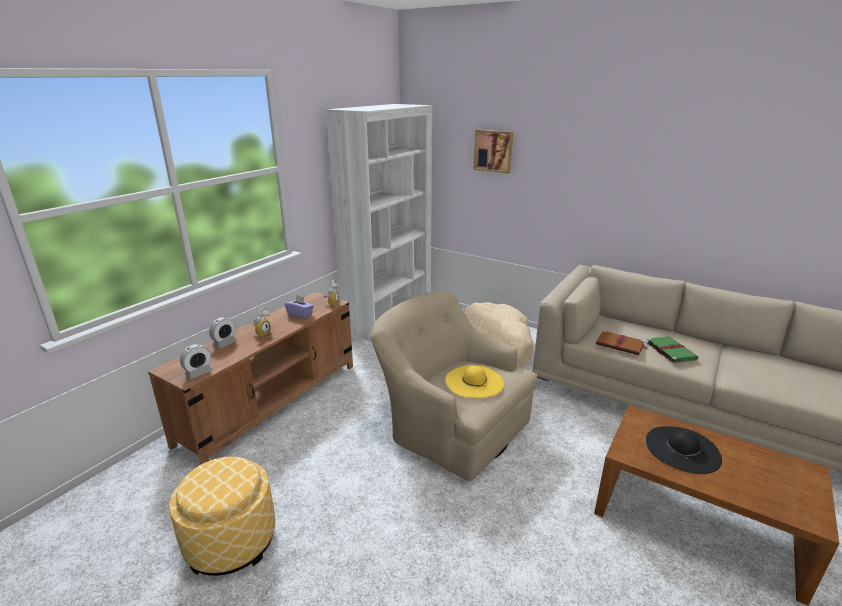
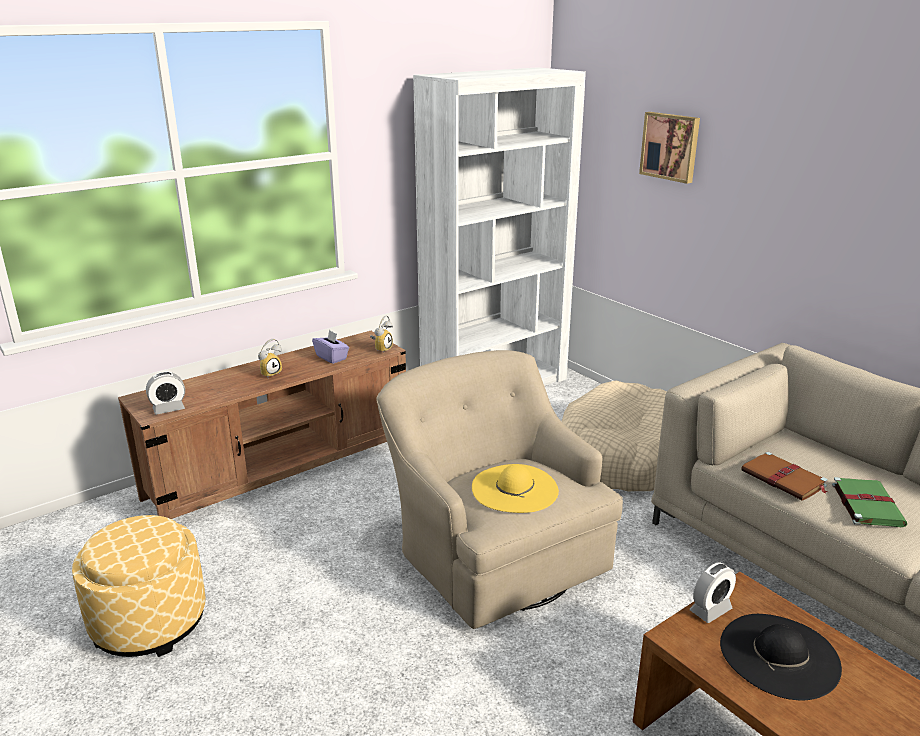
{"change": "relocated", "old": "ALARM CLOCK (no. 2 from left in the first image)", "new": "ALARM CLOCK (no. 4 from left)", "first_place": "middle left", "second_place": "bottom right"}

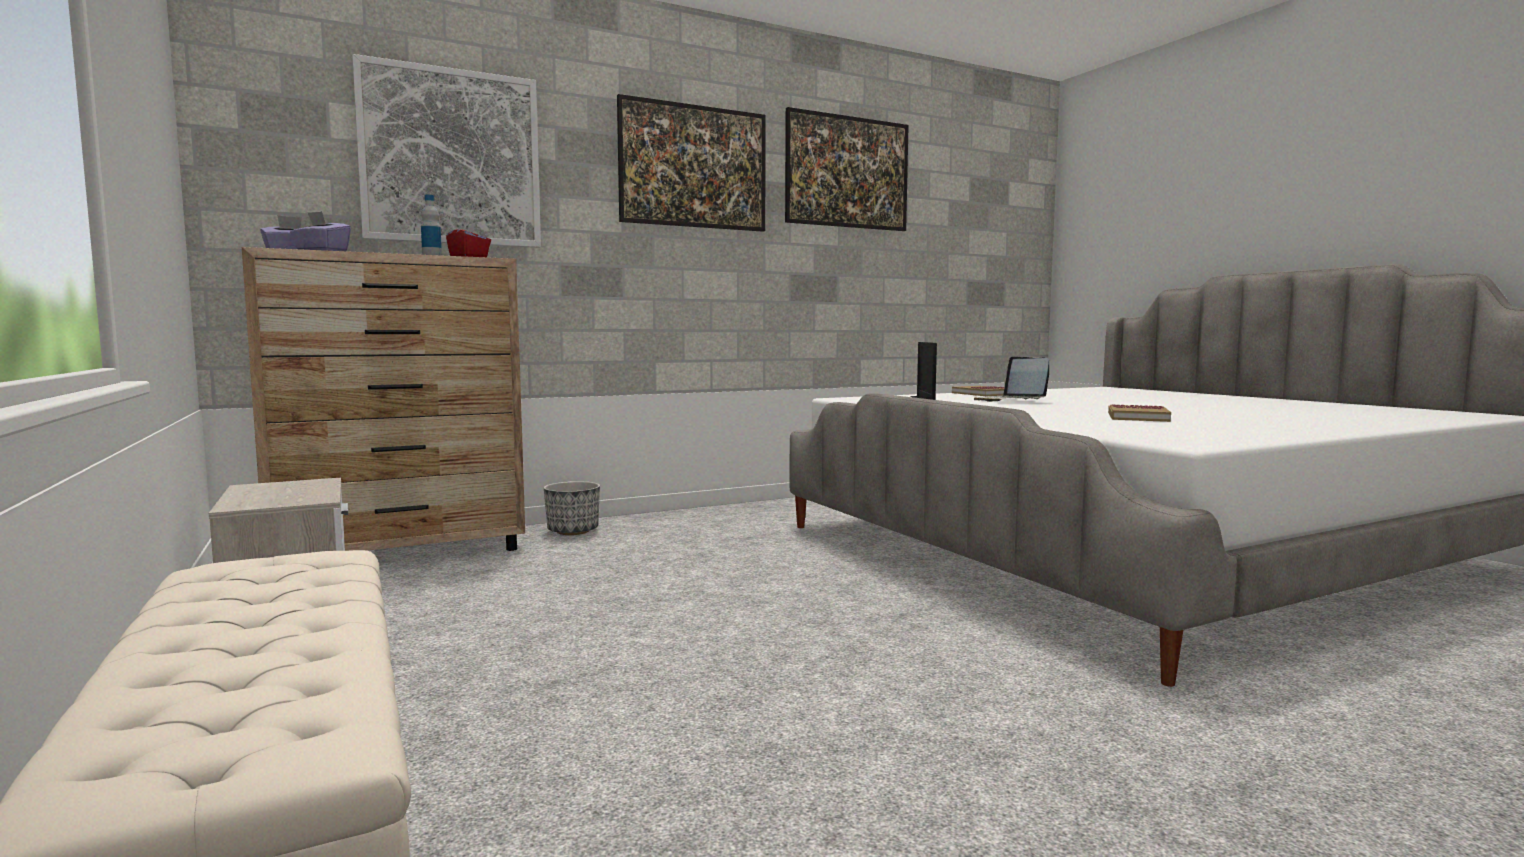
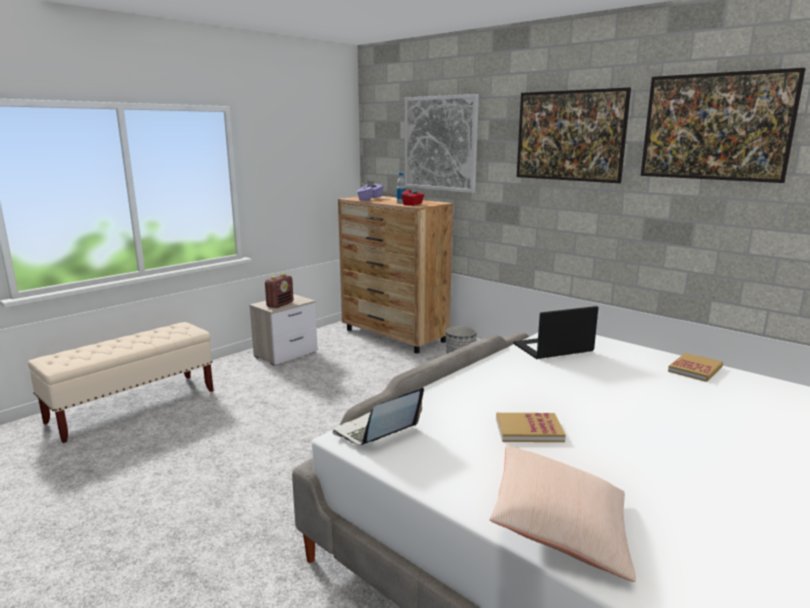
{"change": "appeared", "new": "RADIO", "second_place": "centre"}
{"change": "relocated", "old": "LAPTOP (no. 2 from left in the first image)", "new": "LAPTOP (no. 1 from left)", "first_place": "centre", "second_place": "bottom centre"}
{"change": "appeared", "new": "BEIGE PILLOW", "second_place": "bottom right"}

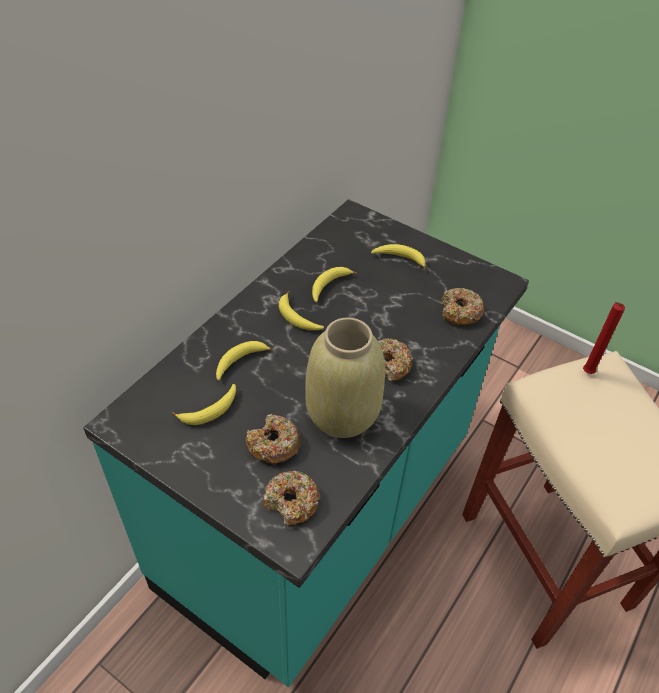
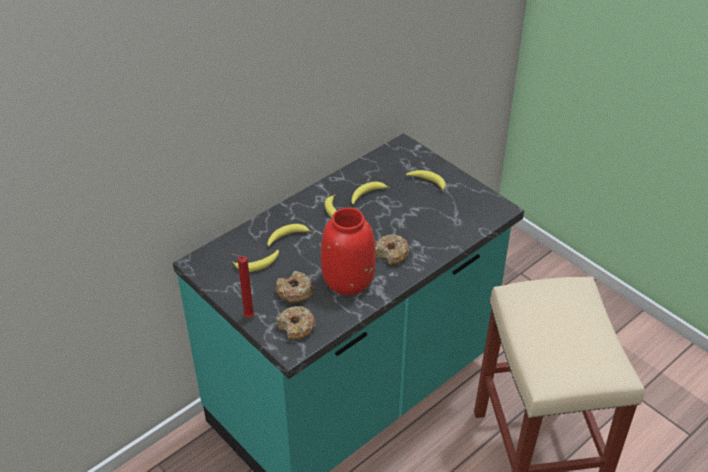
{"change": "relocated", "old": "RED CANDLE", "first_place": "middle right", "second_place": "centre"}
{"change": "colour", "old": "BEIGE VASE", "new": "RED VASE", "first_place": "centre", "second_place": "centre"}
{"change": "missing", "old": "DONUT (no. 4 from left)", "first_place": "middle right"}

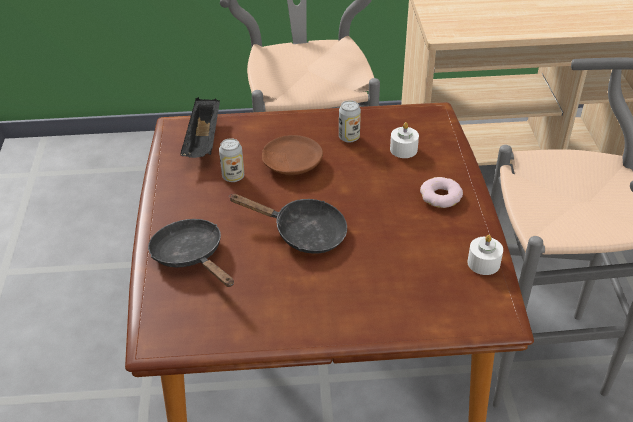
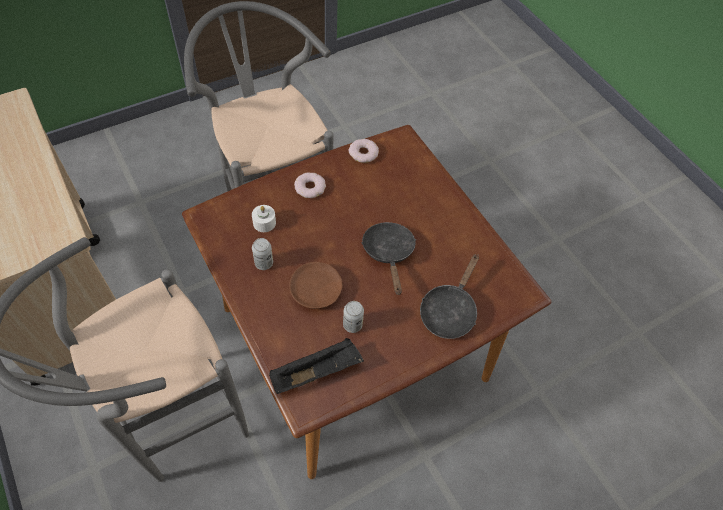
{"change": "exchanged", "old": "WHITE CANDLE (no. 2 from left)", "new": "DONUT (no. 2 from left)", "first_place": "middle right", "second_place": "top centre"}

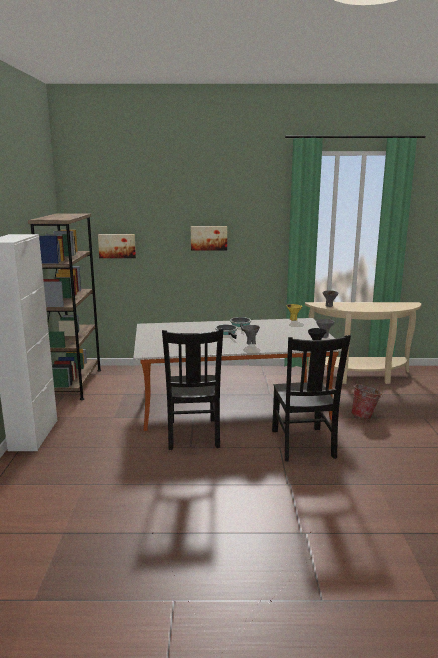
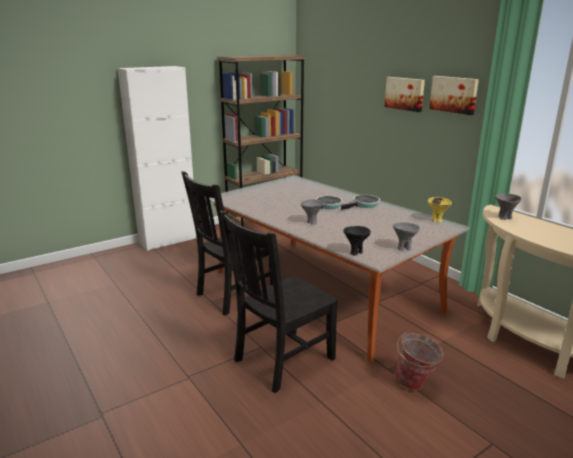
{"change": "relocated", "old": "PICTURE (no. 1 from left in the first image)", "new": "PICTURE (no. 2 from left)", "first_place": "middle left", "second_place": "top right"}

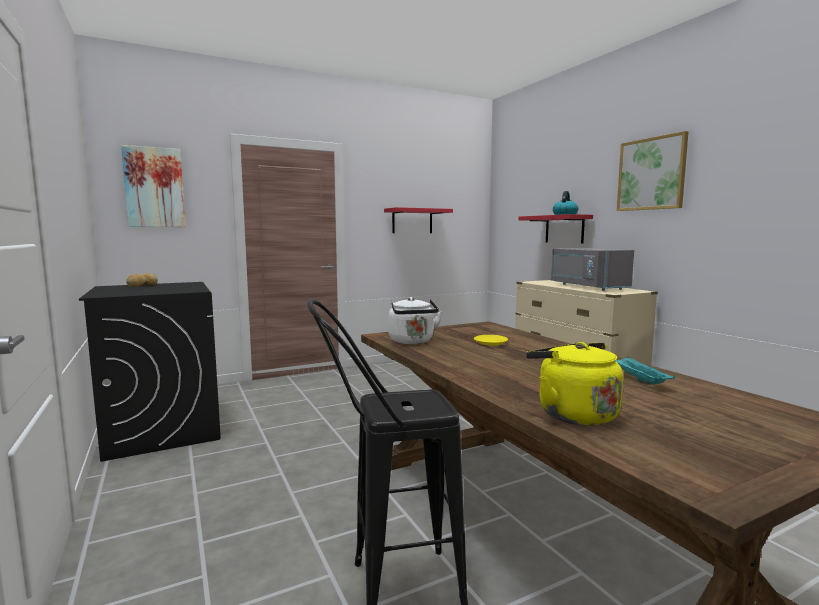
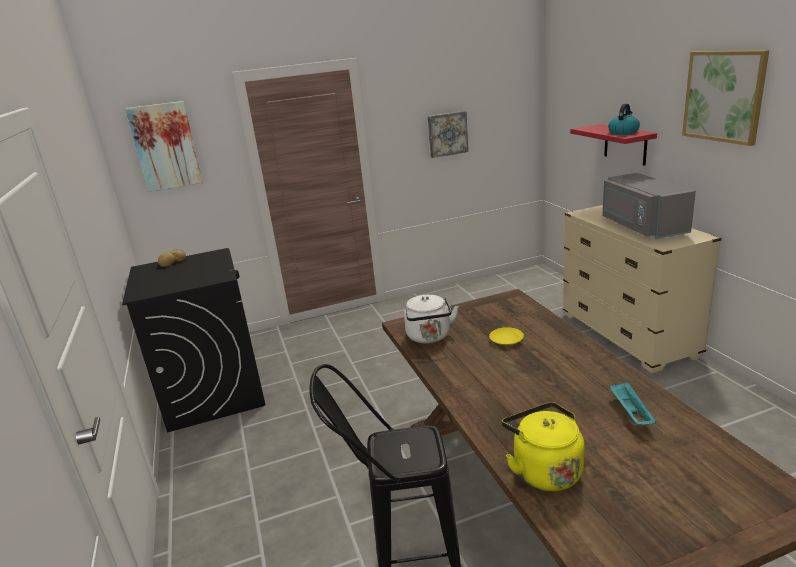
{"change": "exchanged", "old": "RED SHELF (no. 1 from left)", "new": "PICTURE (no. 2 from left)", "first_place": "centre", "second_place": "top centre"}

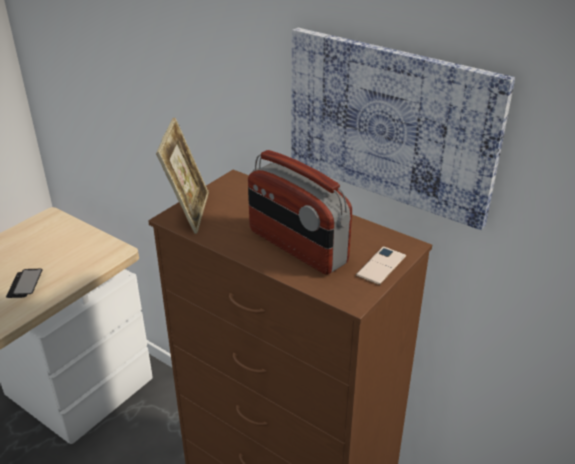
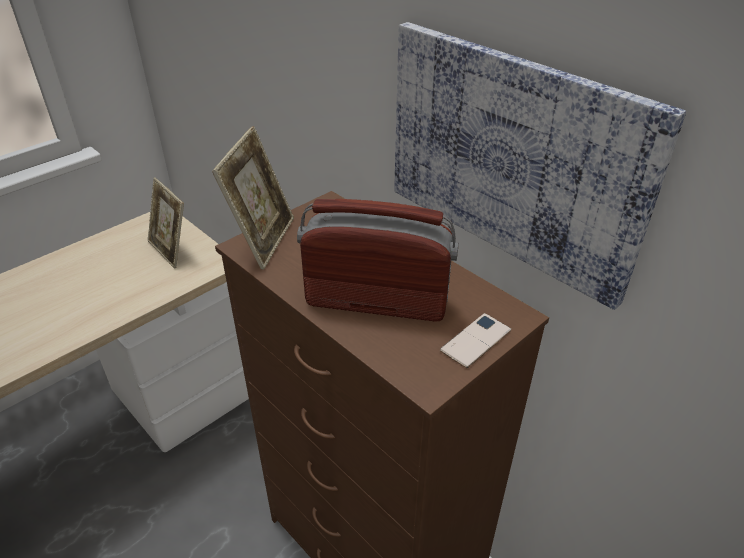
{"change": "appeared", "new": "PICTURE FRAME (no. 1 from left)", "second_place": "middle left"}
{"change": "spun", "old": "RADIO", "first_place": "centre", "second_place": "centre", "degrees": 135}
{"change": "missing", "old": "PHONE (no. 1 from left)", "first_place": "middle left"}

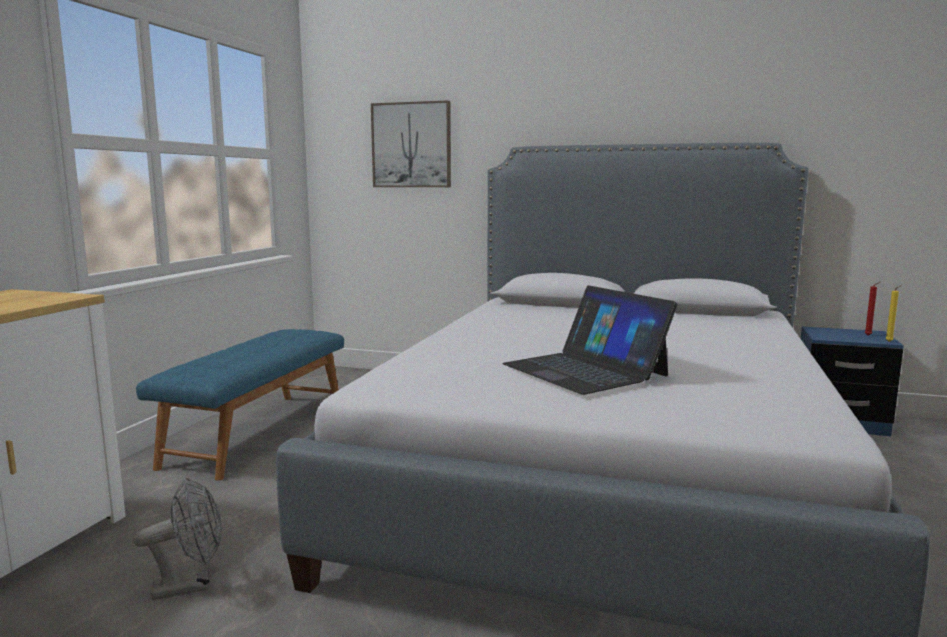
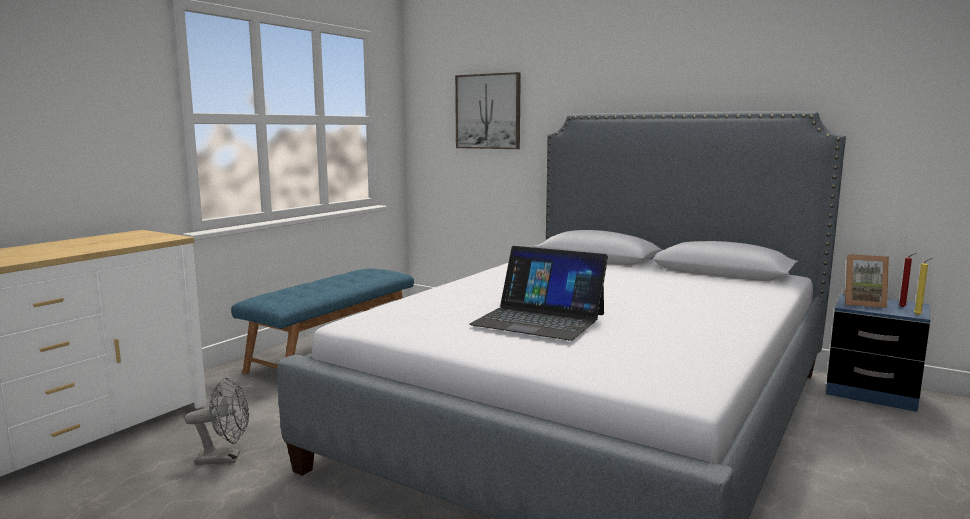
{"change": "spun", "old": "LAPTOP", "first_place": "centre", "second_place": "centre", "degrees": -45}
{"change": "appeared", "new": "PICTURE FRAME", "second_place": "middle right"}

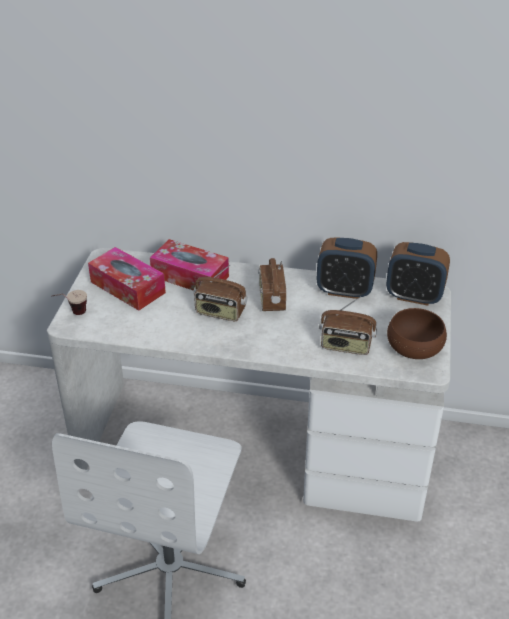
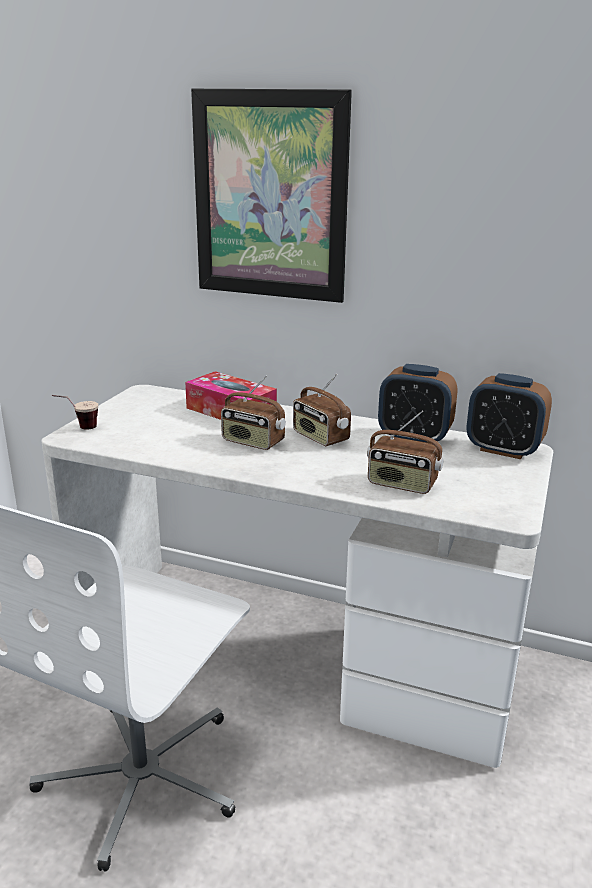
{"change": "appeared", "new": "PICTURE", "second_place": "top centre"}
{"change": "spun", "old": "RADIO (no. 2 from left)", "first_place": "centre", "second_place": "centre", "degrees": -45}
{"change": "missing", "old": "TISSUE BOX (no. 1 from left)", "first_place": "middle left"}
{"change": "missing", "old": "BROWN BOWL", "first_place": "middle right"}

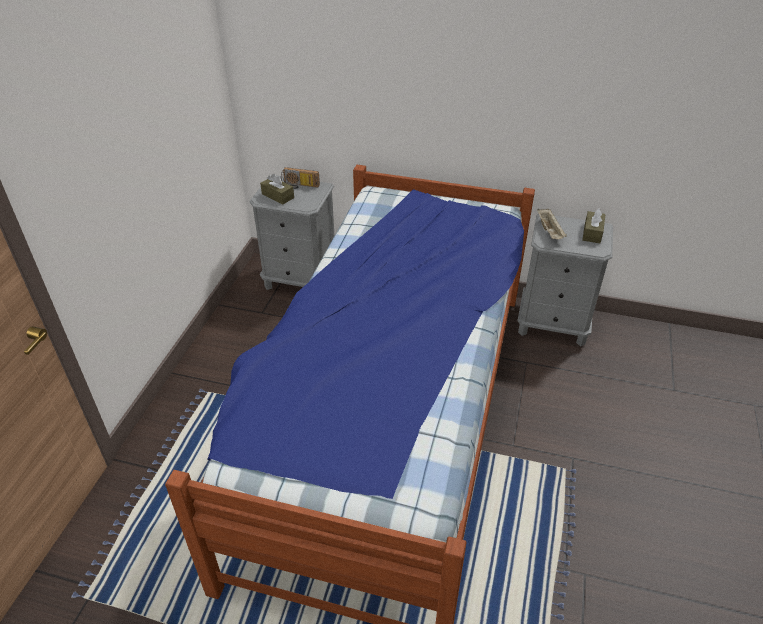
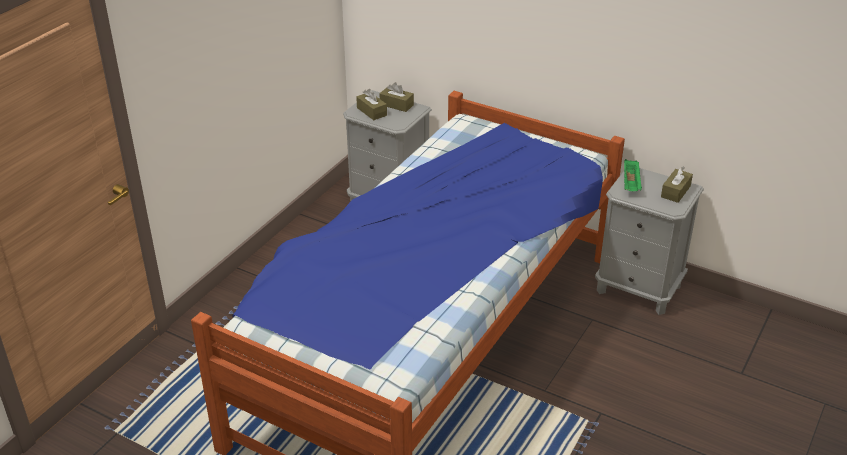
{"change": "exchanged", "old": "RADIO", "new": "BROWN TISSUE BOX (no. 2 from left)", "first_place": "top centre", "second_place": "top centre"}
{"change": "colour", "old": "BEIGE TRAY", "new": "GREEN TRAY", "first_place": "middle right", "second_place": "middle right"}

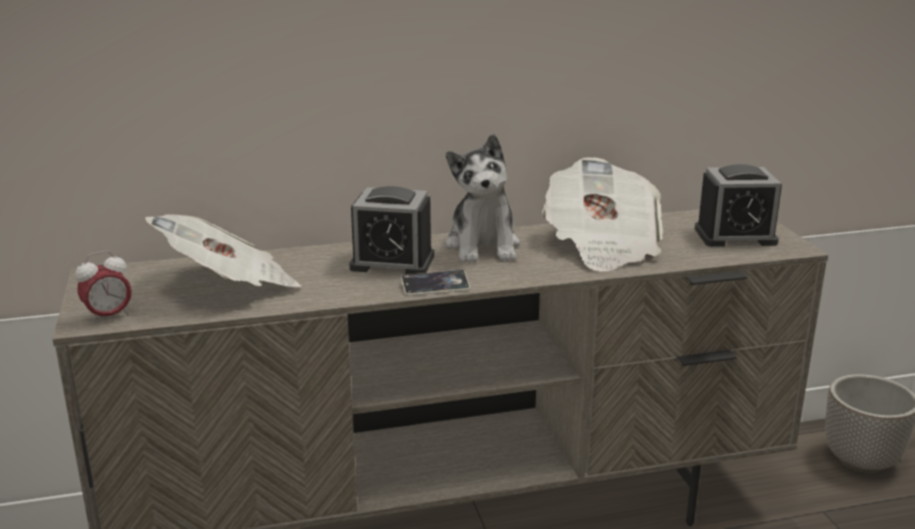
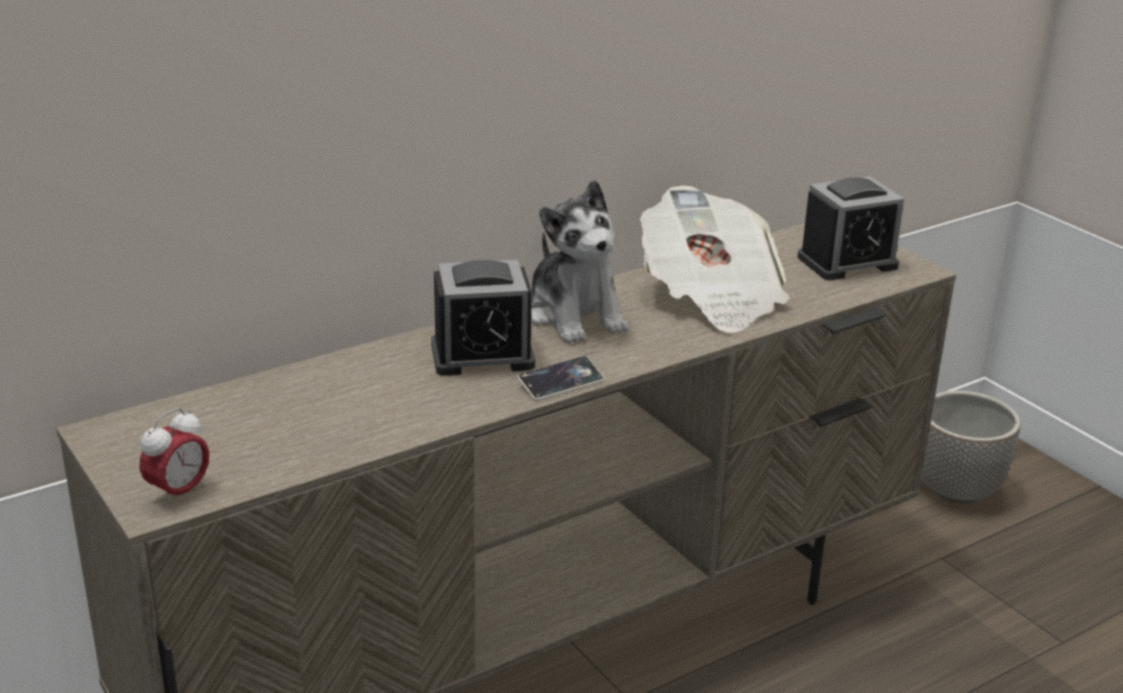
{"change": "missing", "old": "NEWSPAPER (no. 1 from left)", "first_place": "middle left"}

